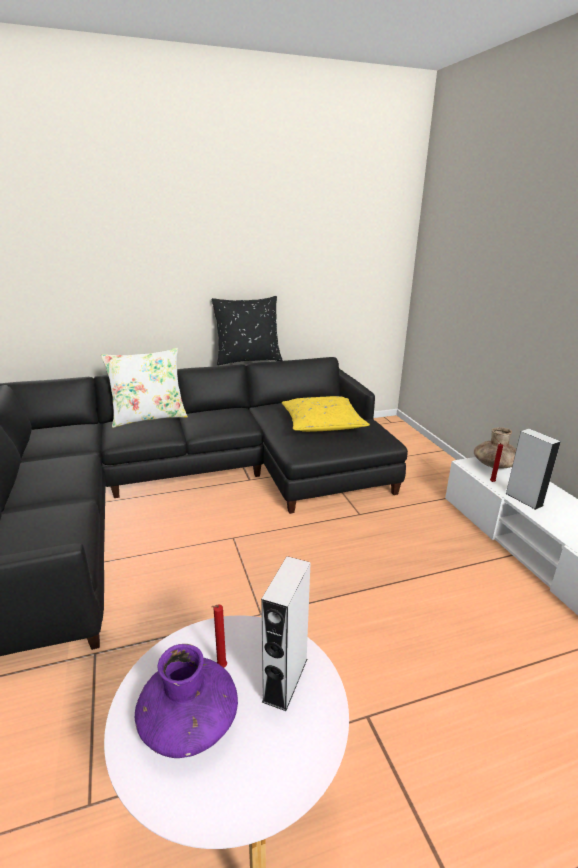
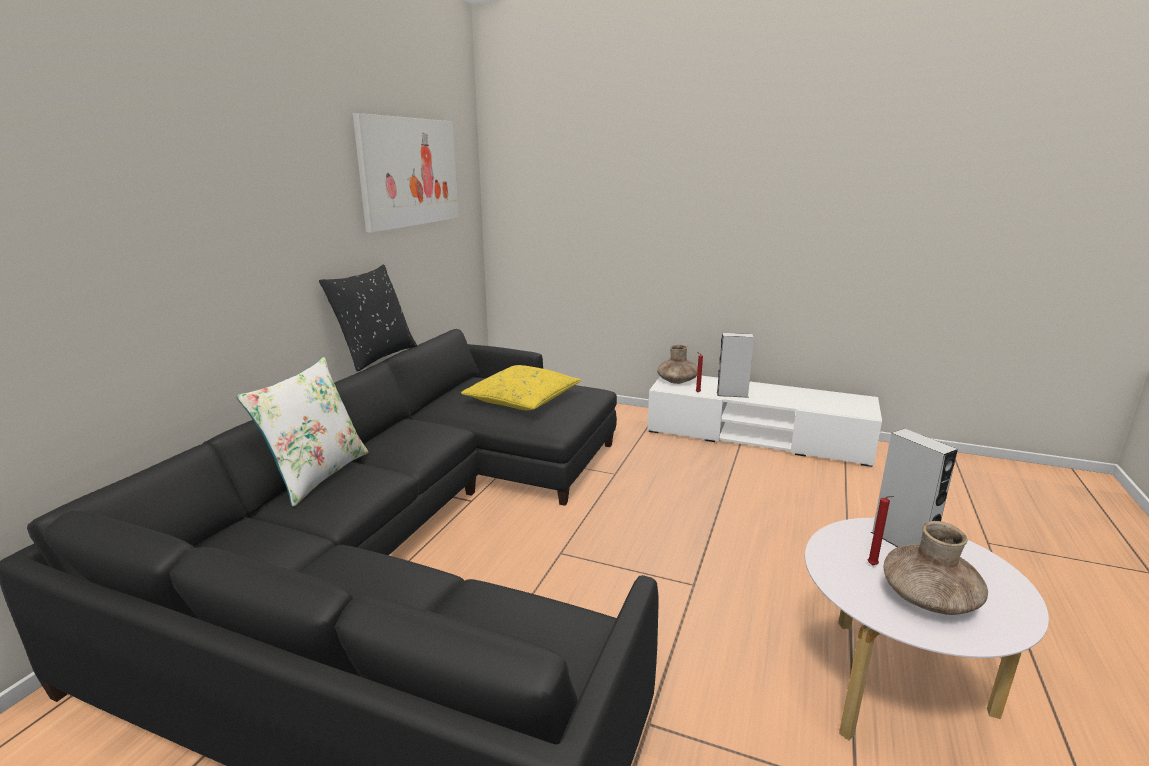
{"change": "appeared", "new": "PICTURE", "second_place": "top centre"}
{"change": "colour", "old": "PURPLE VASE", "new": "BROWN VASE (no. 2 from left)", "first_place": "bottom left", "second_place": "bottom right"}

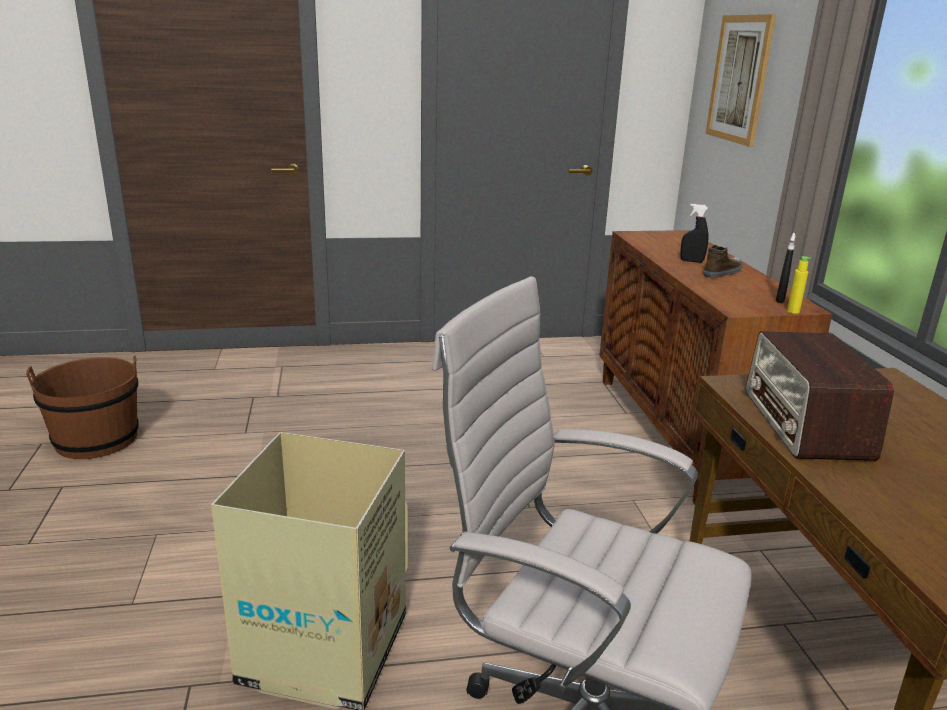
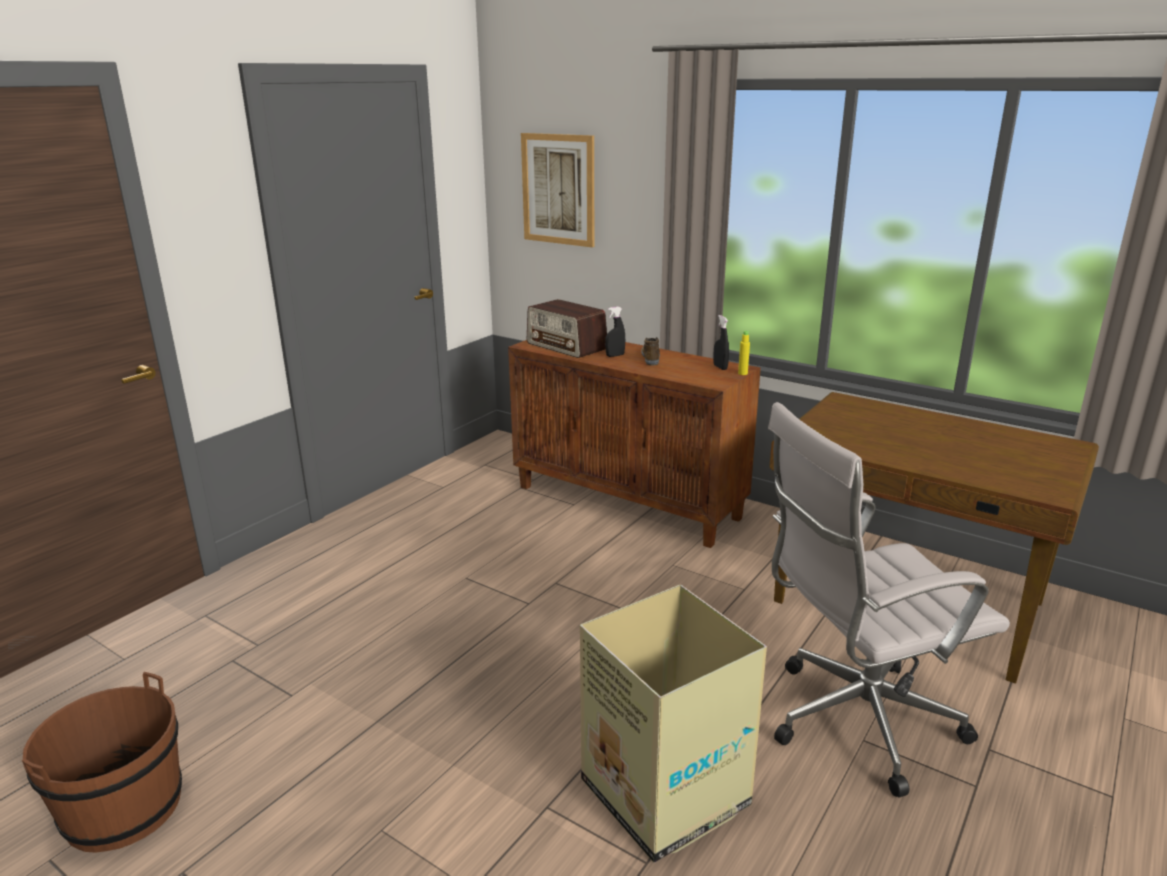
{"change": "relocated", "old": "RADIO", "first_place": "middle right", "second_place": "centre"}

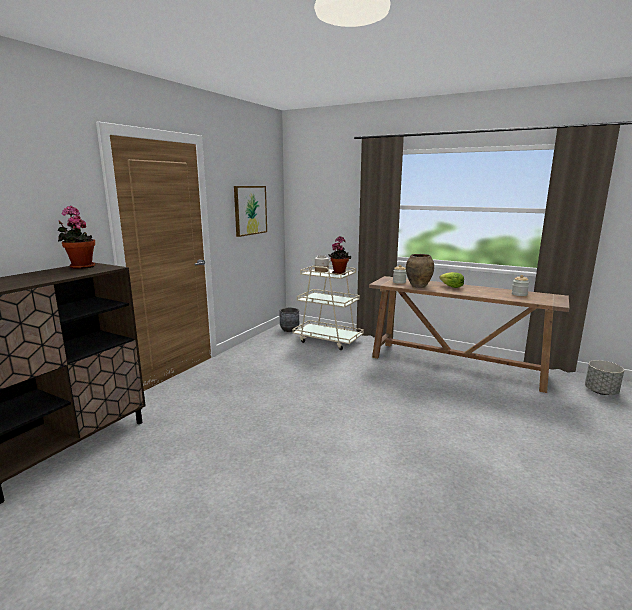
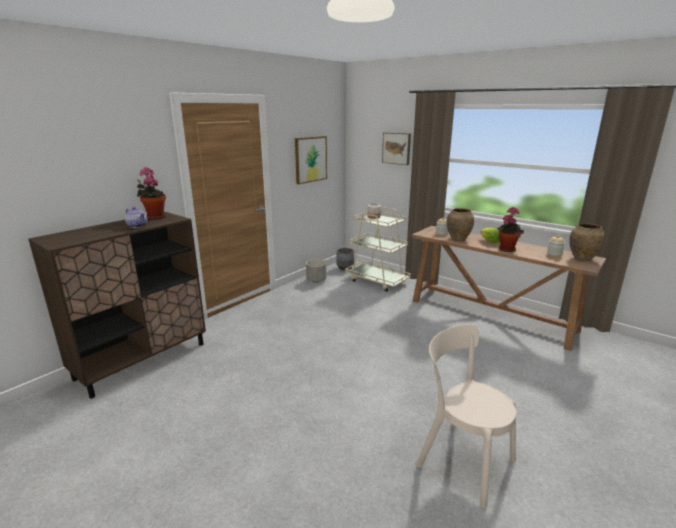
{"change": "appeared", "new": "TEAPOT", "second_place": "middle left"}
{"change": "relocated", "old": "GREY PLANTER (no. 2 from left in the first image)", "new": "GREY PLANTER (no. 1 from left)", "first_place": "middle right", "second_place": "centre"}
{"change": "appeared", "new": "PICTURE (no. 2 from left)", "second_place": "top centre"}
{"change": "appeared", "new": "BEIGE CHAIR", "second_place": "bottom right"}
{"change": "relocated", "old": "POTTED PLANT (no. 2 from left)", "first_place": "centre", "second_place": "middle right"}
{"change": "appeared", "new": "BROWN VASE (no. 2 from left)", "second_place": "middle right"}

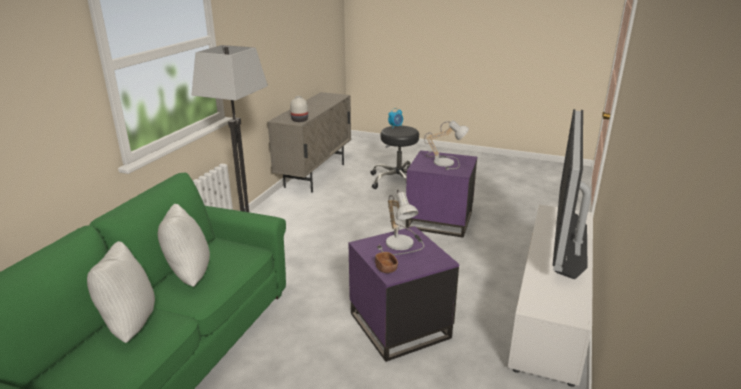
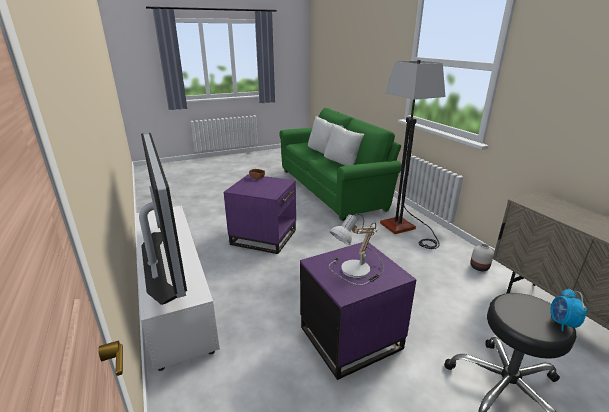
{"change": "relocated", "old": "WHITE VASE", "first_place": "top centre", "second_place": "middle right"}
{"change": "missing", "old": "TABLE LAMP (no. 1 from left)", "first_place": "centre"}

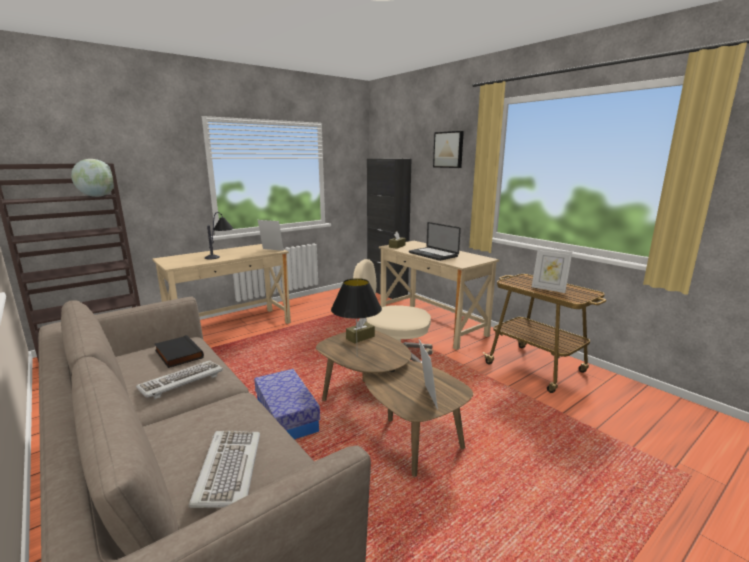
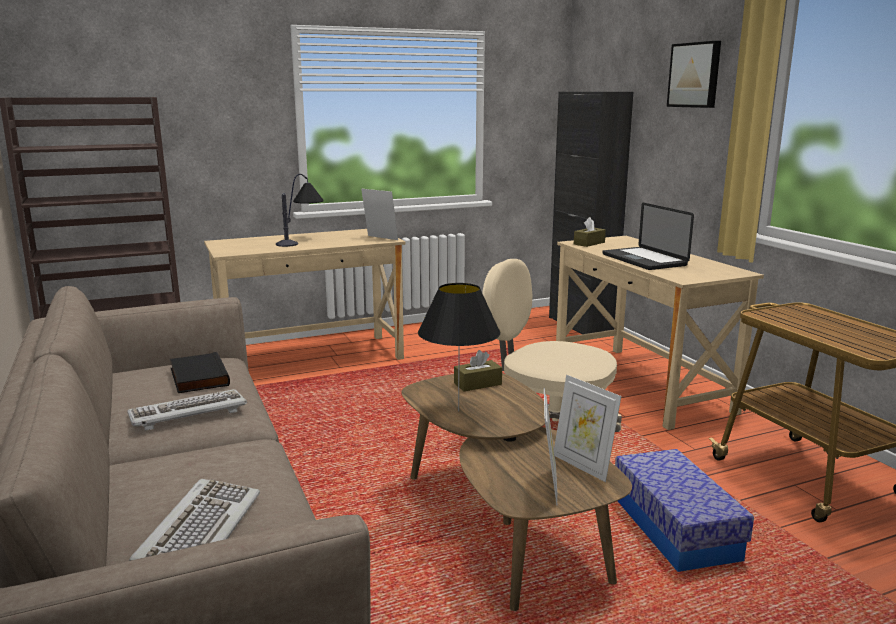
{"change": "relocated", "old": "PICTURE FRAME (no. 3 from left)", "first_place": "middle right", "second_place": "bottom centre"}
{"change": "relocated", "old": "STORAGE BOX", "first_place": "bottom centre", "second_place": "bottom right"}
{"change": "missing", "old": "GLOBE", "first_place": "top left"}

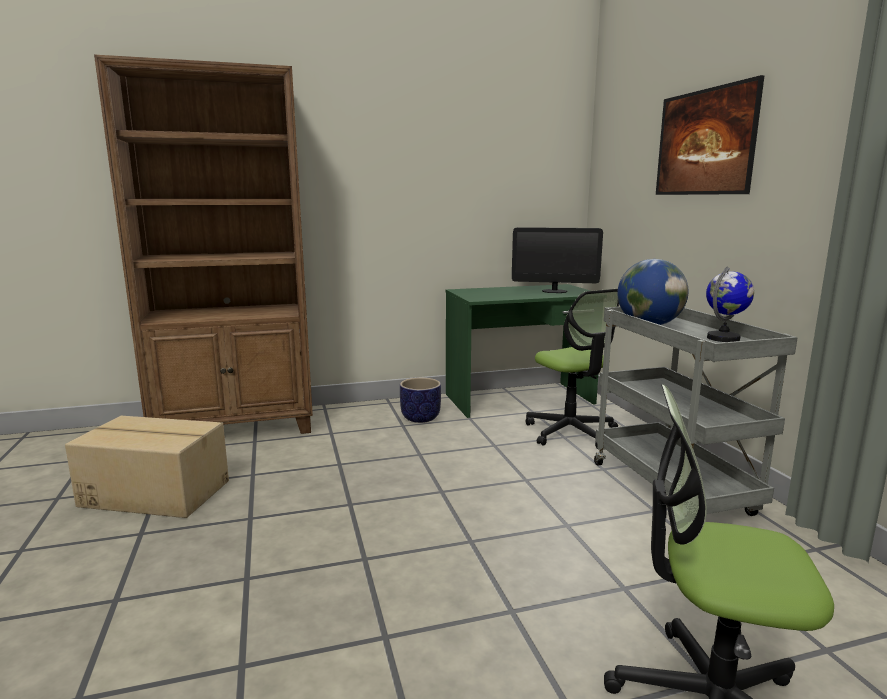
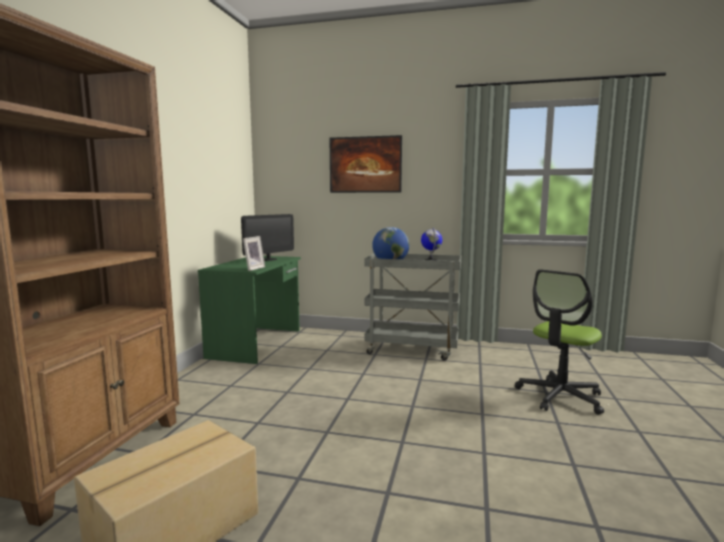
{"change": "appeared", "new": "PICTURE FRAME", "second_place": "centre"}
{"change": "missing", "old": "PLANTER", "first_place": "centre"}
{"change": "missing", "old": "OFFICE CHAIR (no. 1 from left)", "first_place": "centre"}

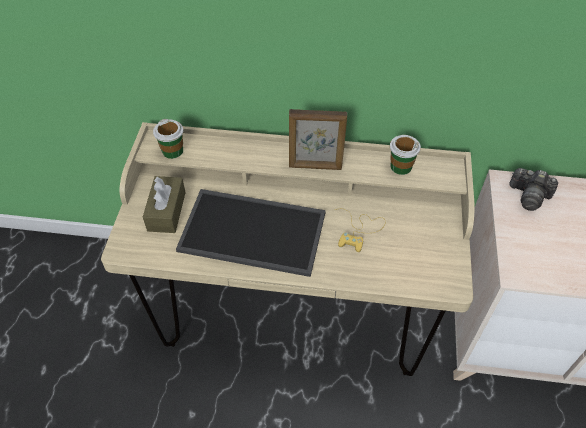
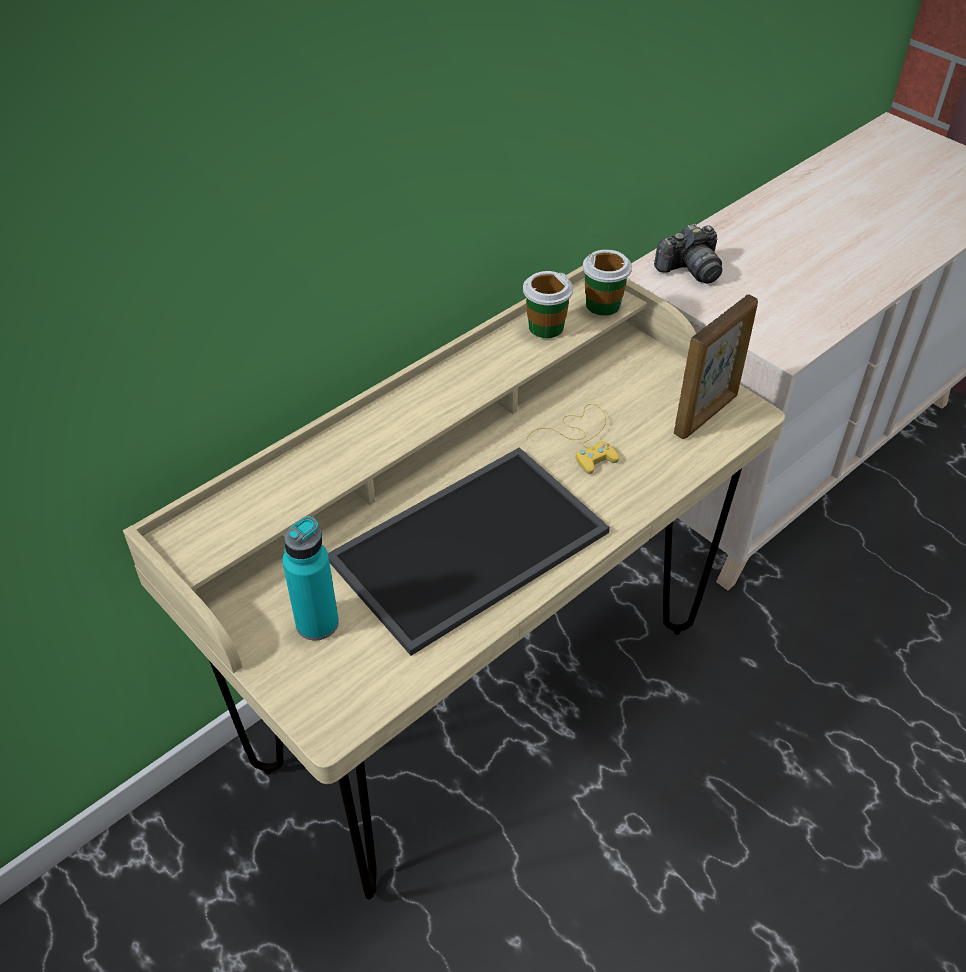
{"change": "exchanged", "old": "BROWN TISSUE BOX", "new": "TURQUOISE BOTTLE", "first_place": "middle left", "second_place": "middle left"}
{"change": "relocated", "old": "CUP (no. 1 from left in the first image)", "new": "CUP (no. 2 from left)", "first_place": "top left", "second_place": "top centre"}
{"change": "relocated", "old": "PICTURE FRAME", "first_place": "top centre", "second_place": "middle right"}

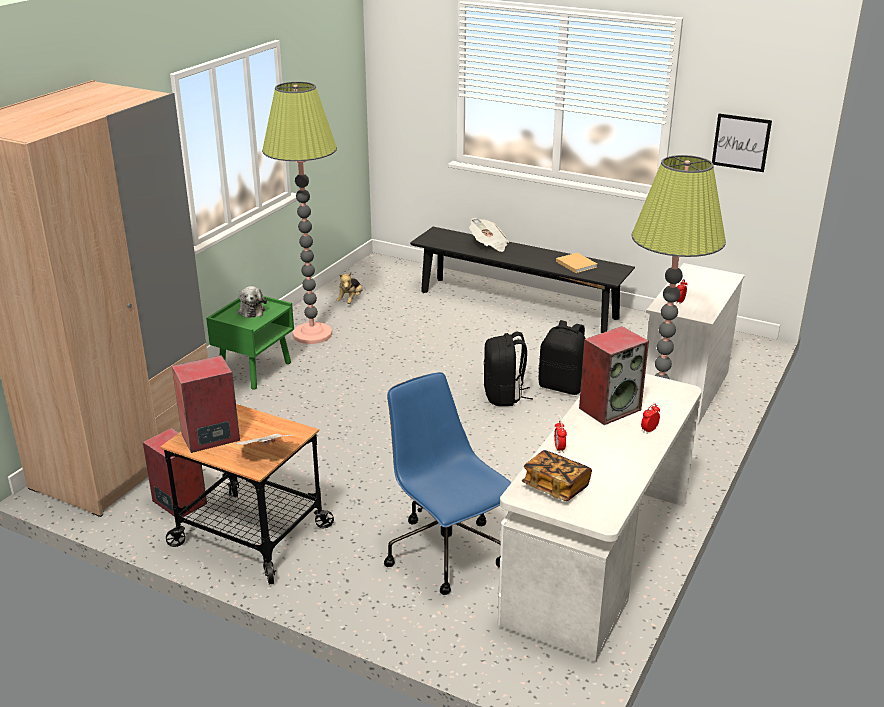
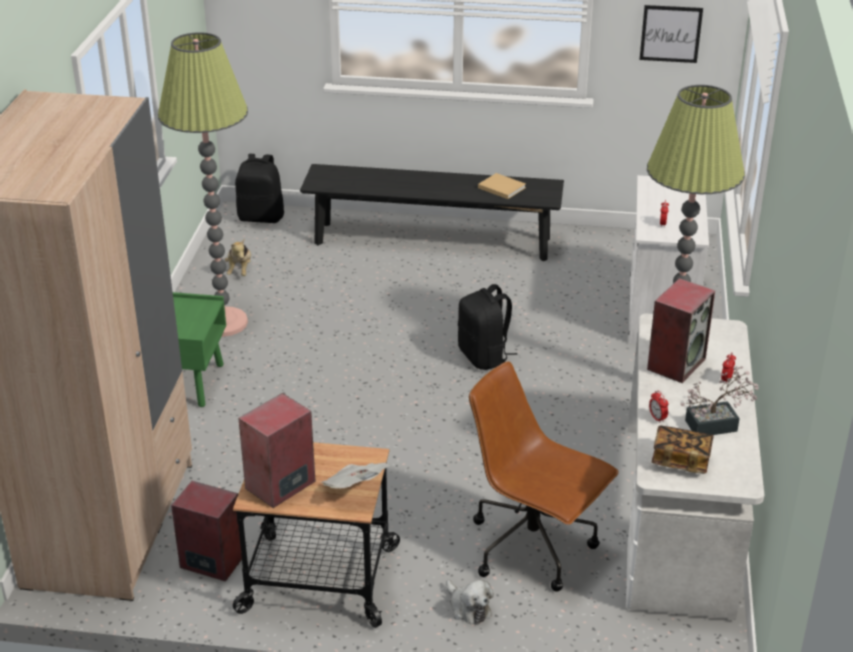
{"change": "relocated", "old": "BLACK BACKPACK (no. 2 from left in the first image)", "new": "BLACK BACKPACK (no. 1 from left)", "first_place": "centre", "second_place": "top left"}
{"change": "relocated", "old": "PLUSH TOY (no. 1 from left in the first image)", "new": "PLUSH TOY (no. 2 from left)", "first_place": "middle left", "second_place": "bottom centre"}
{"change": "colour", "old": "BLUE OFFICE CHAIR", "new": "BROWN OFFICE CHAIR", "first_place": "bottom centre", "second_place": "bottom centre"}
{"change": "appeared", "new": "POTTED PLANT", "second_place": "middle right"}
{"change": "missing", "old": "NEWSPAPER (no. 2 from left)", "first_place": "top centre"}

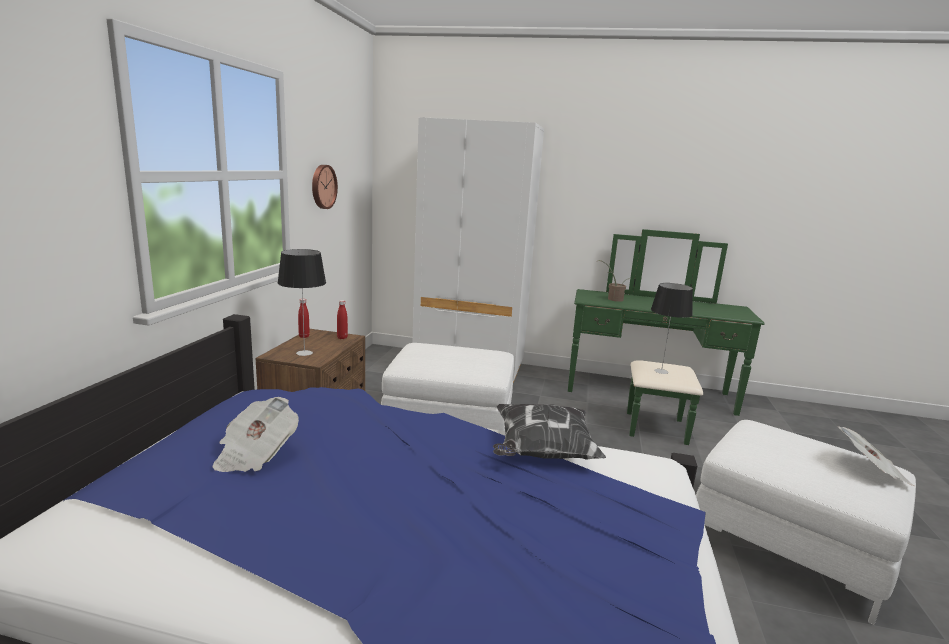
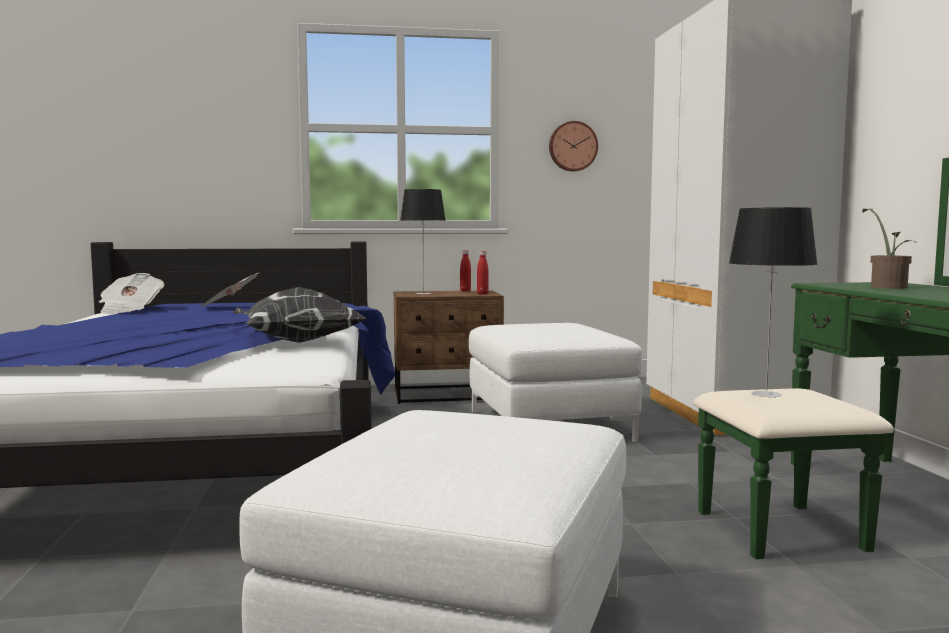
{"change": "relocated", "old": "NEWSPAPER (no. 2 from left in the first image)", "new": "NEWSPAPER (no. 1 from left)", "first_place": "bottom right", "second_place": "middle left"}

